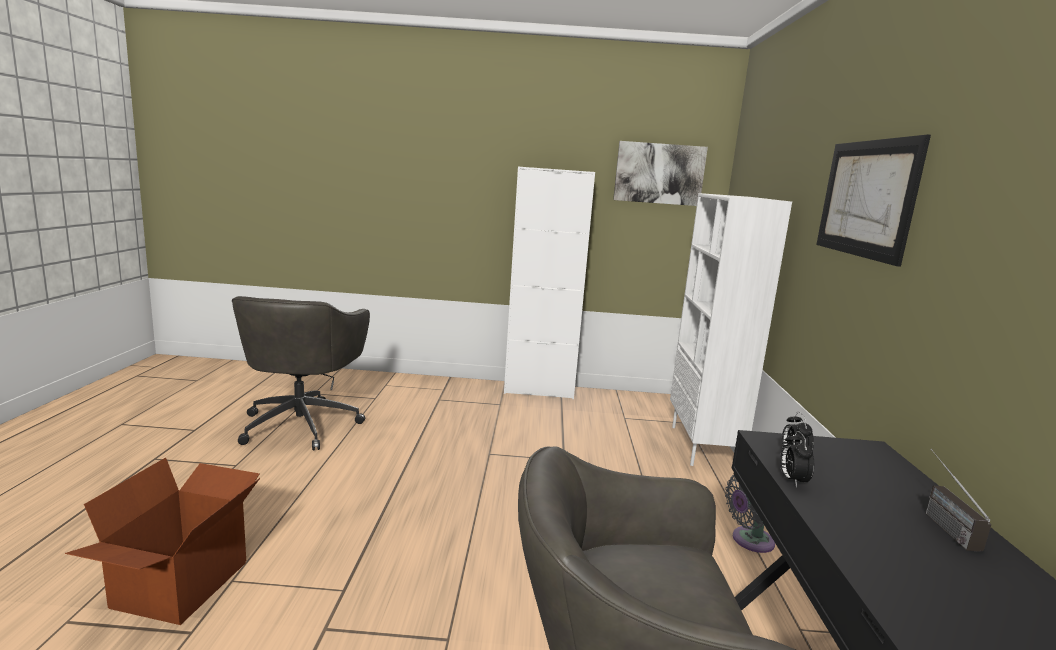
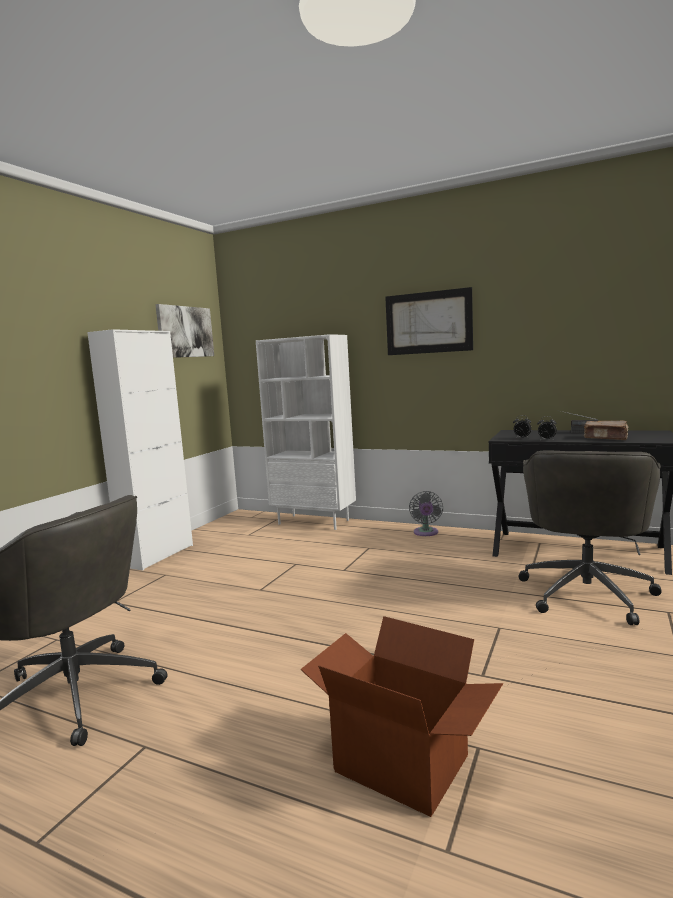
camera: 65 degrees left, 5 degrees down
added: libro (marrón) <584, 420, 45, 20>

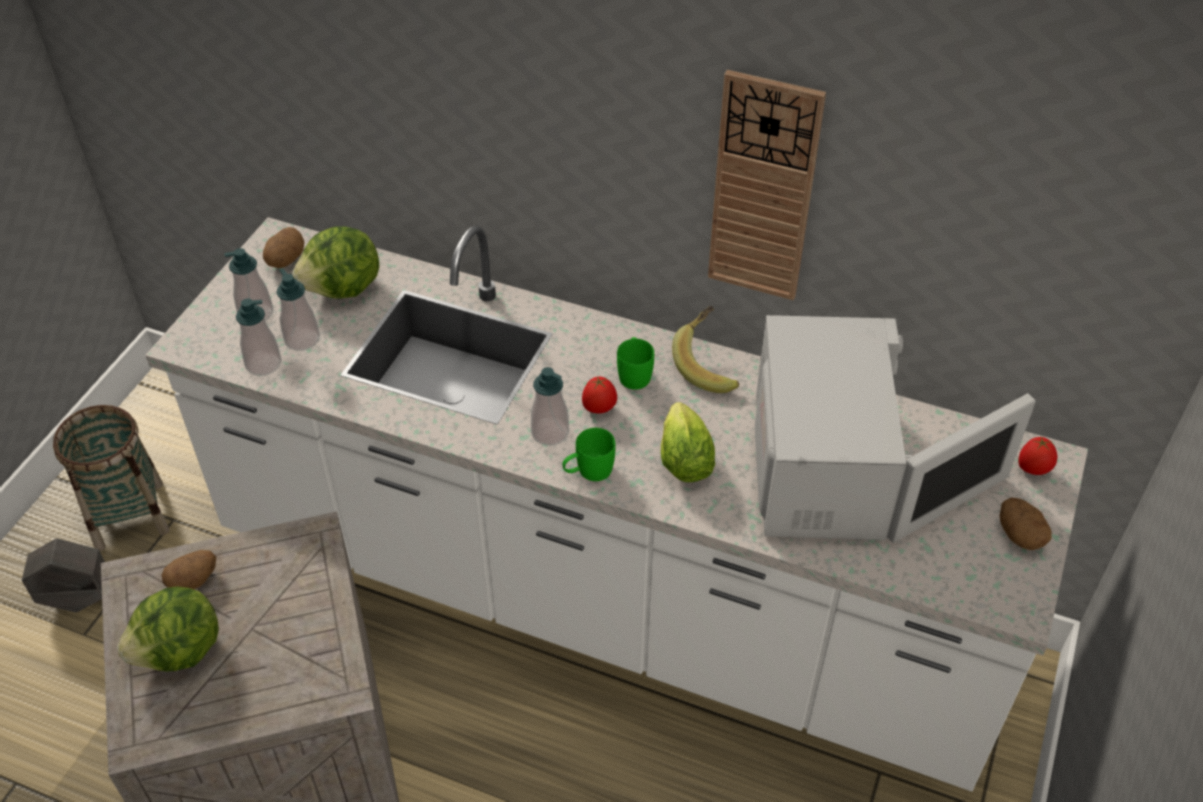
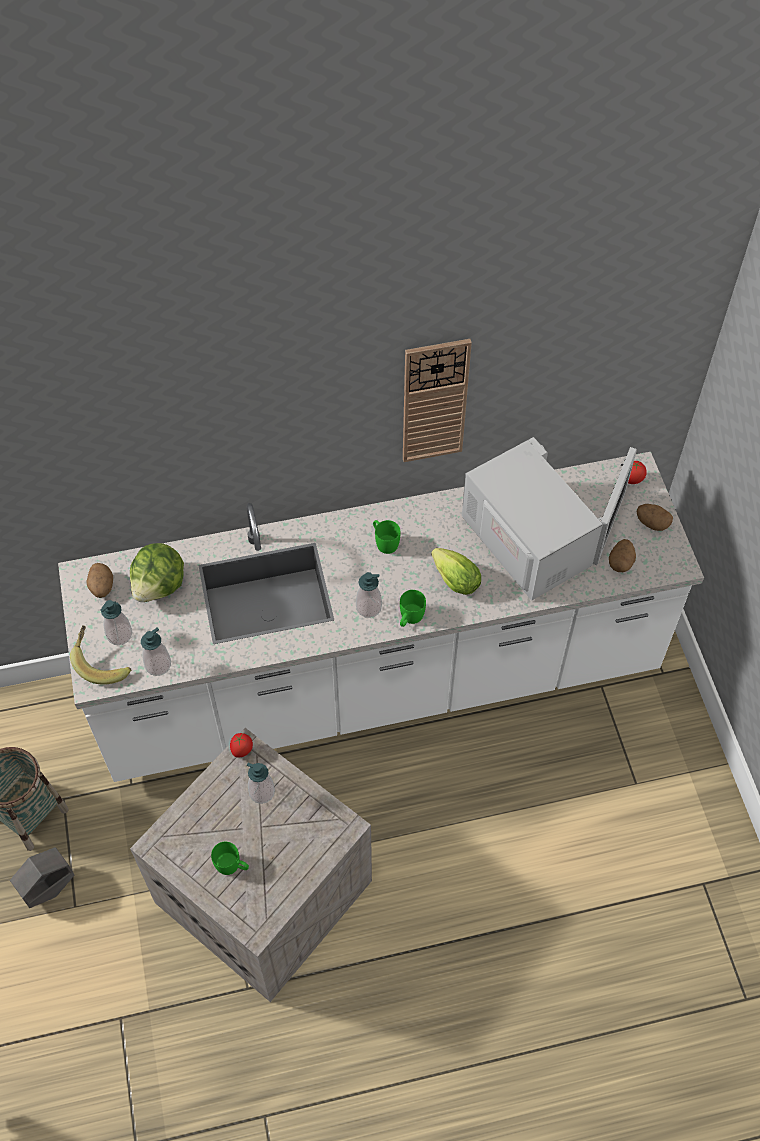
camera: 35 degrees left, 10 degrees up
moved: patata <162, 550, 54, 39> to <609, 539, 27, 33>; dispensador de jabón <276, 269, 44, 82> to <247, 763, 28, 41>; tomate <582, 376, 35, 38> to <230, 733, 23, 25>; plátano <672, 306, 67, 87> to <70, 625, 61, 60>
replaced: lechuga <117, 586, 102, 86> to taza grande (verde) <211, 842, 38, 33>

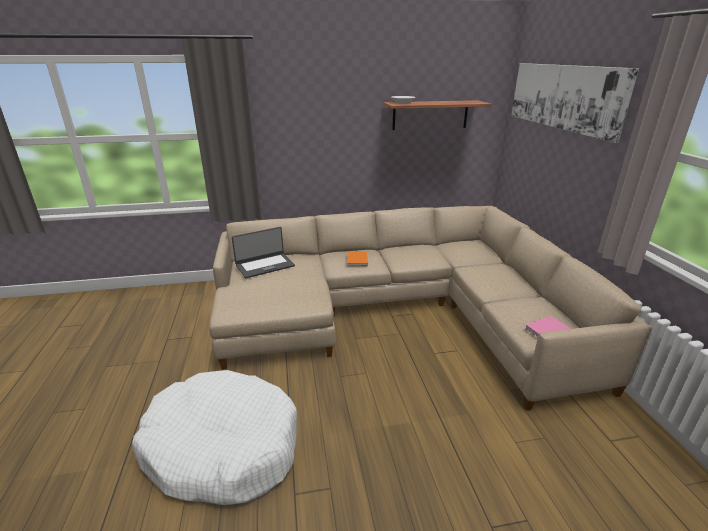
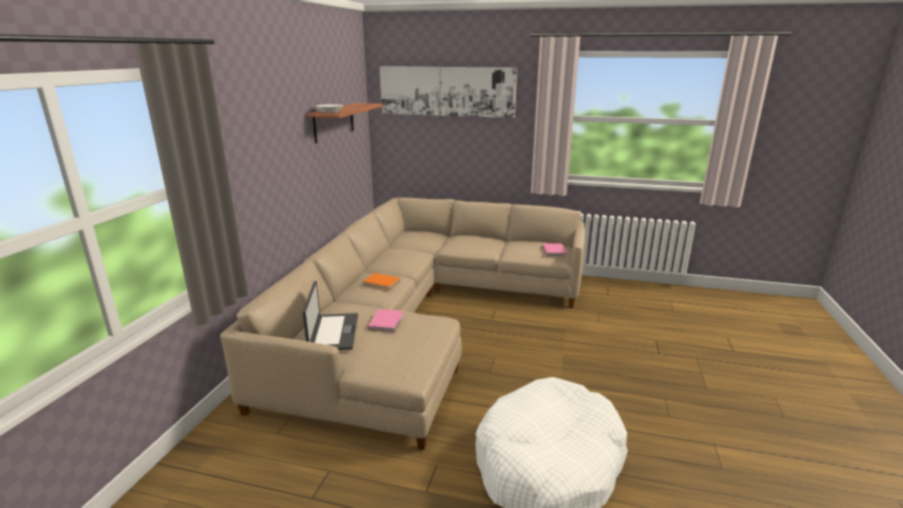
camera: 65 degrees left, 5 degrees down
added: libro (rosa) <368, 309, 36, 23>

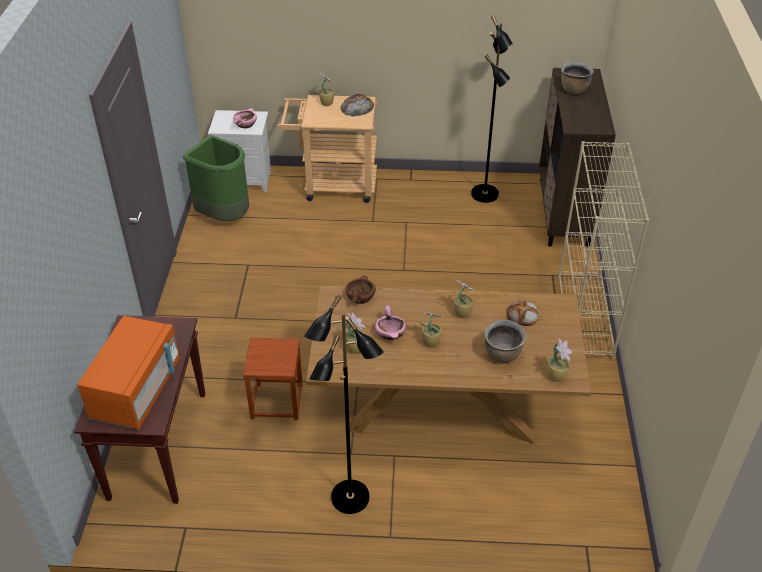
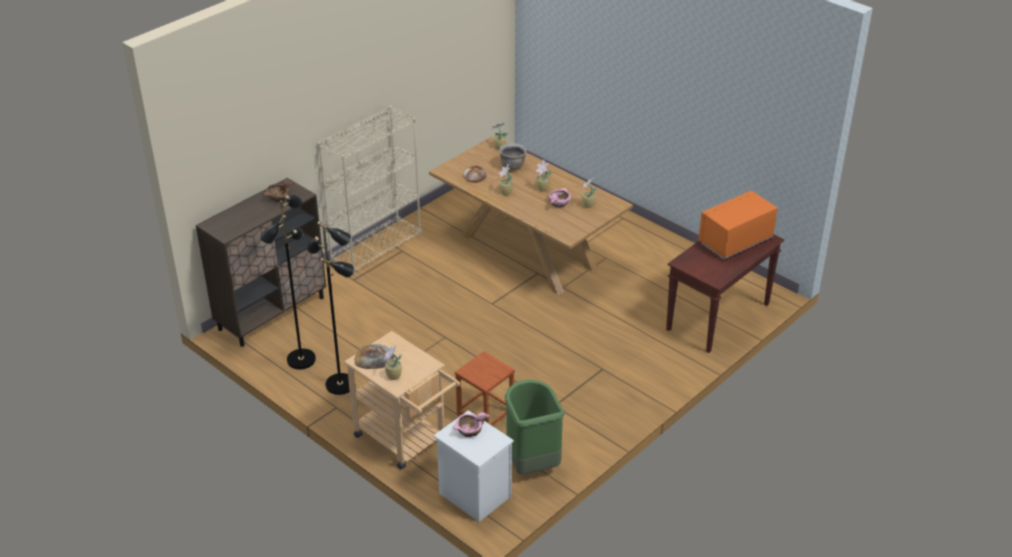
camera: 140 degrees left, 5 degrees down
removed: olla (marrón) <561, 62, 33, 32>
moved: taburete (marrón) <243, 338, 60, 82> to <455, 351, 60, 75>; lámpara de pie (negro) <304, 295, 80, 219> to <307, 221, 47, 174>; cuenco (marrón) <345, 275, 31, 29> to <264, 180, 31, 22>

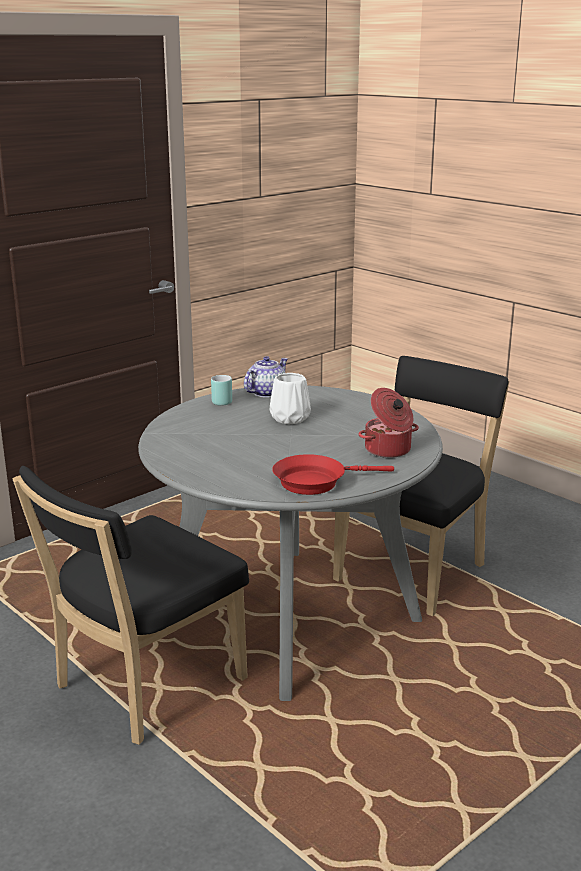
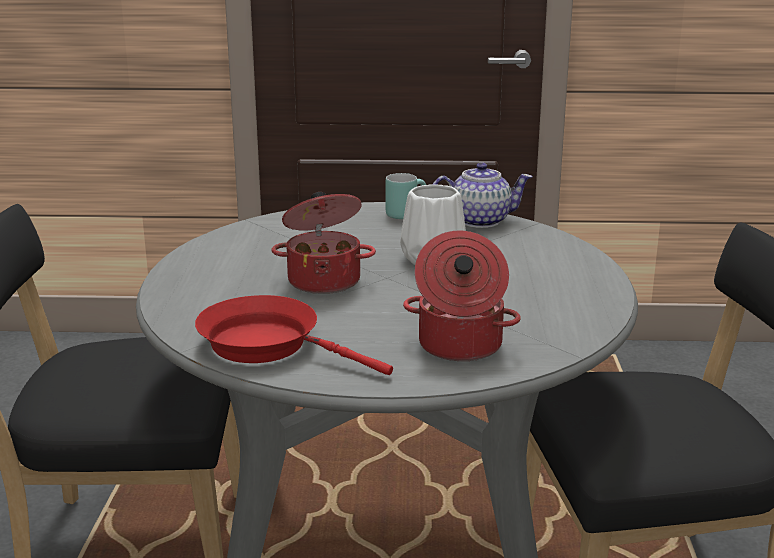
camera: 45 degrees right, 0 degrees up
added: olla <271, 192, 105, 102>

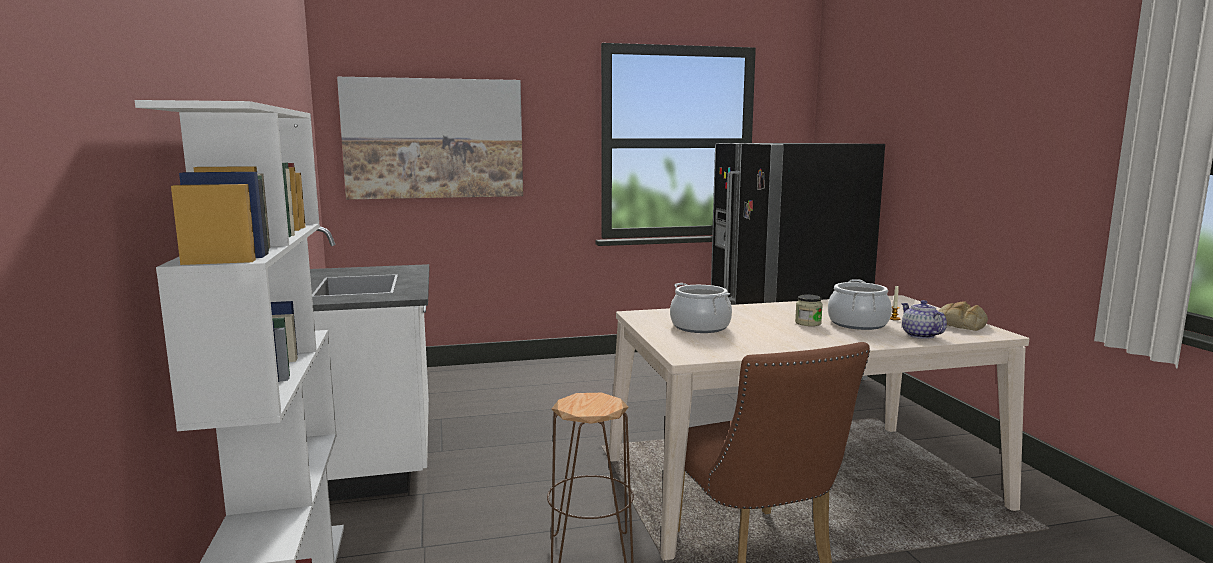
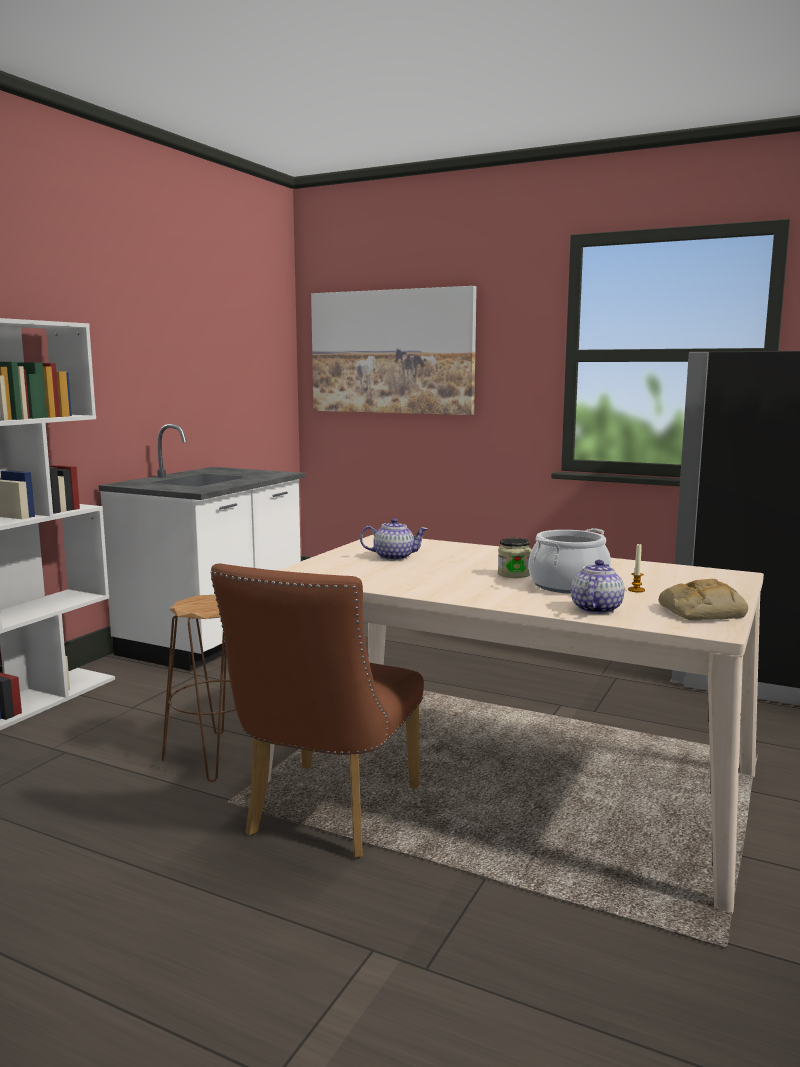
camera: 40 degrees right, 0 degrees up
replaced: olla <670, 283, 62, 50> to tetera <360, 518, 68, 43>

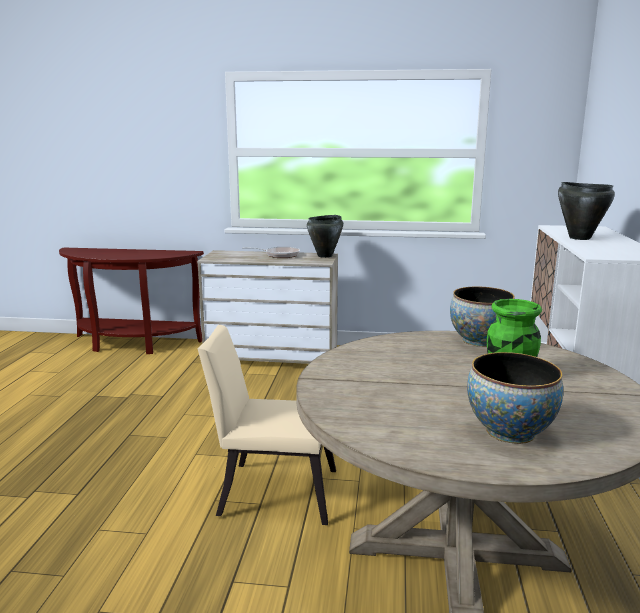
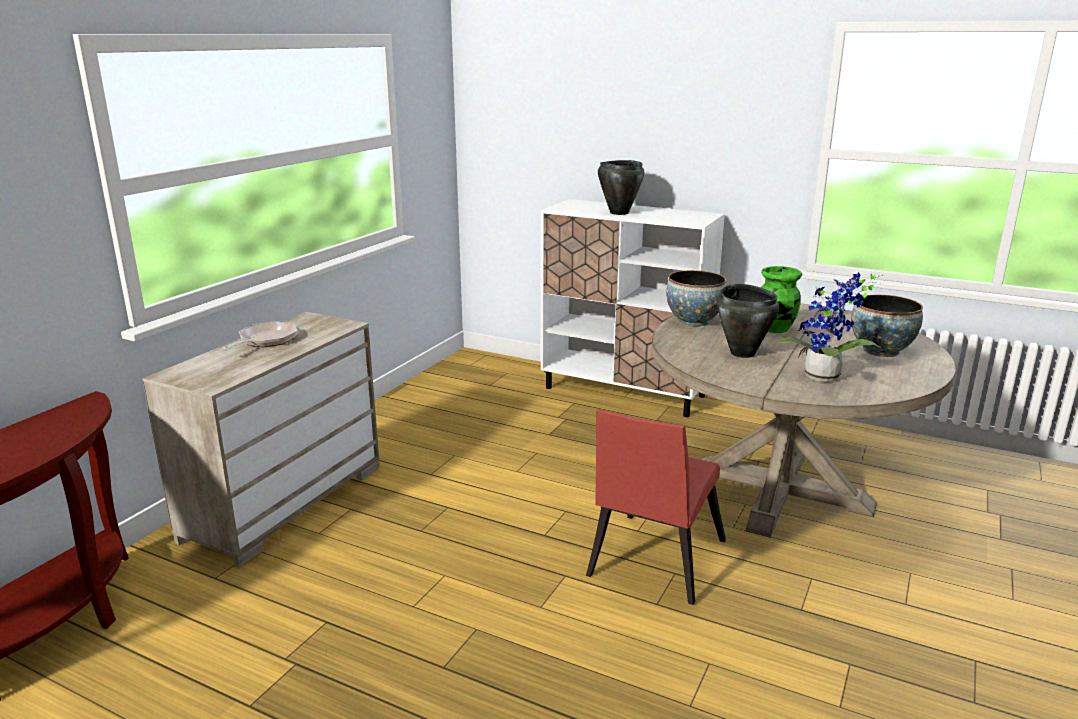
camera: 70 degrees left, 5 degrees up
added: planta en maceta <776, 272, 108, 110>
moved: olla (negro) <307, 215, 36, 43> to <717, 284, 62, 74>
recoloured: silla (beis) <197, 325, 139, 200> to silla (rojo) <586, 409, 140, 196>

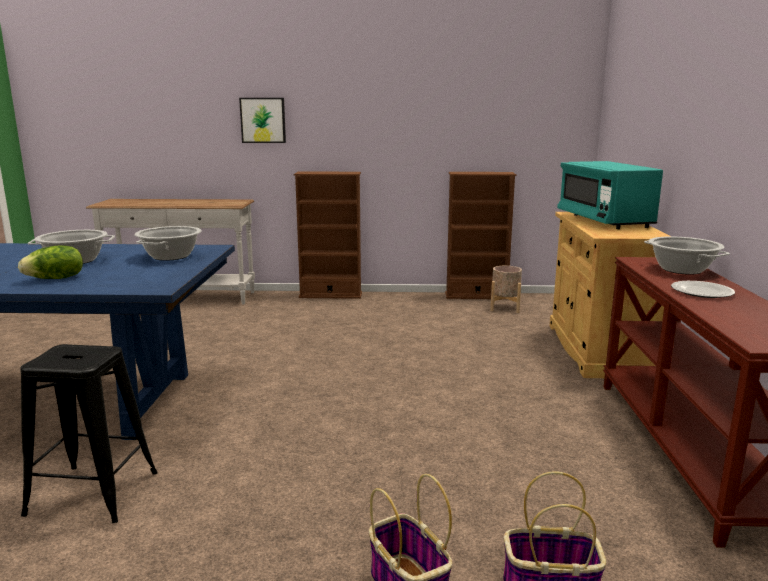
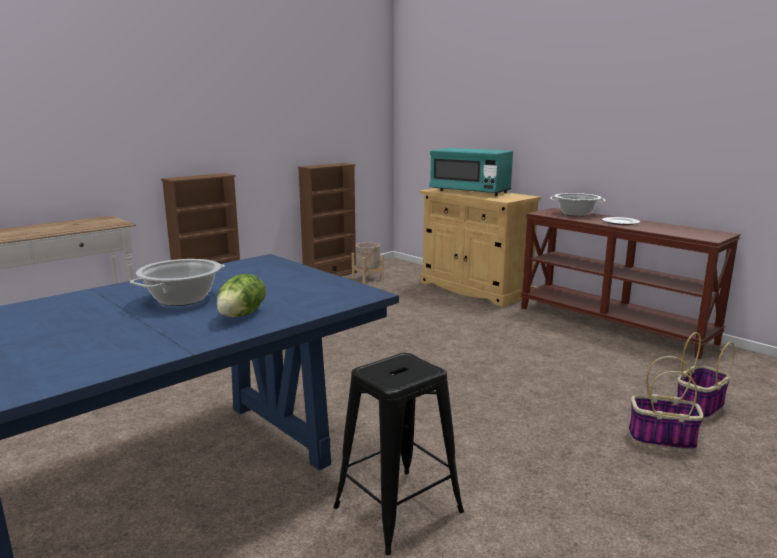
camera: 45 degrees left, 0 degrees up
removed: olla <134, 226, 68, 35>; cuadro <239, 98, 47, 45>

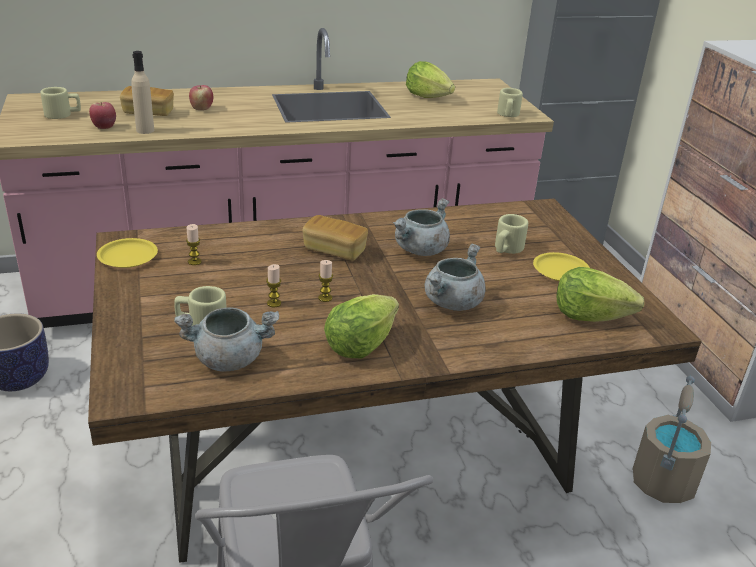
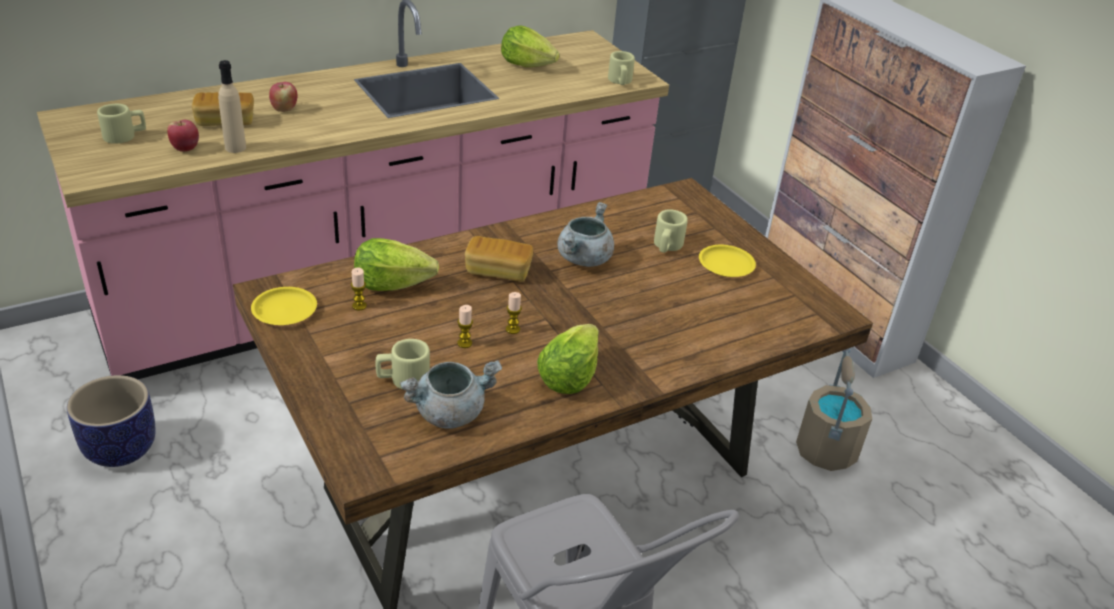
camera: 15 degrees left, 5 degrees up
removed: olla (gris) <425, 244, 61, 67>
moved: lechuga <557, 267, 87, 55> to <354, 238, 85, 53>

